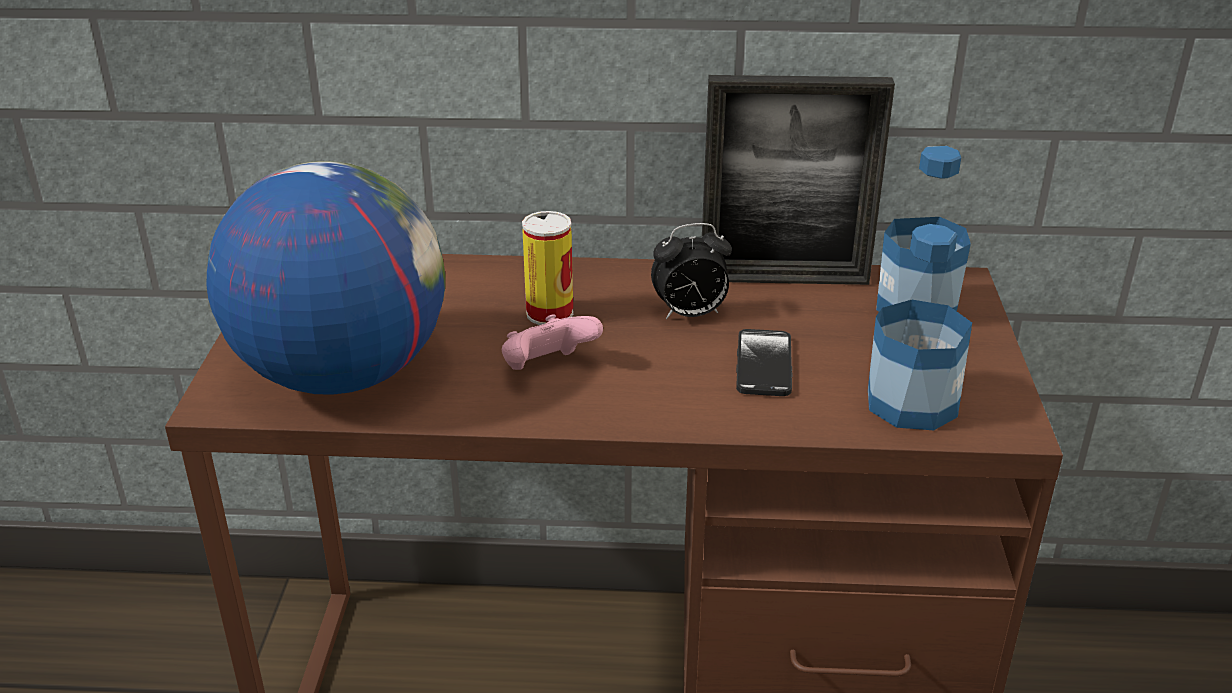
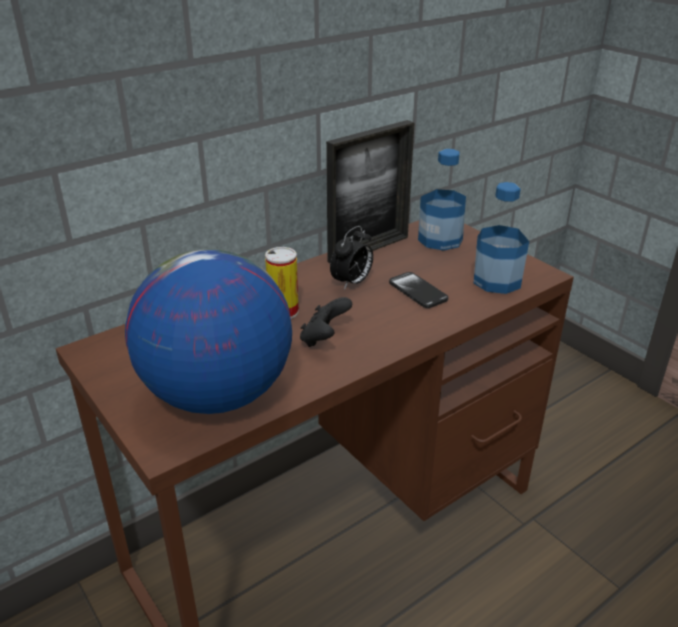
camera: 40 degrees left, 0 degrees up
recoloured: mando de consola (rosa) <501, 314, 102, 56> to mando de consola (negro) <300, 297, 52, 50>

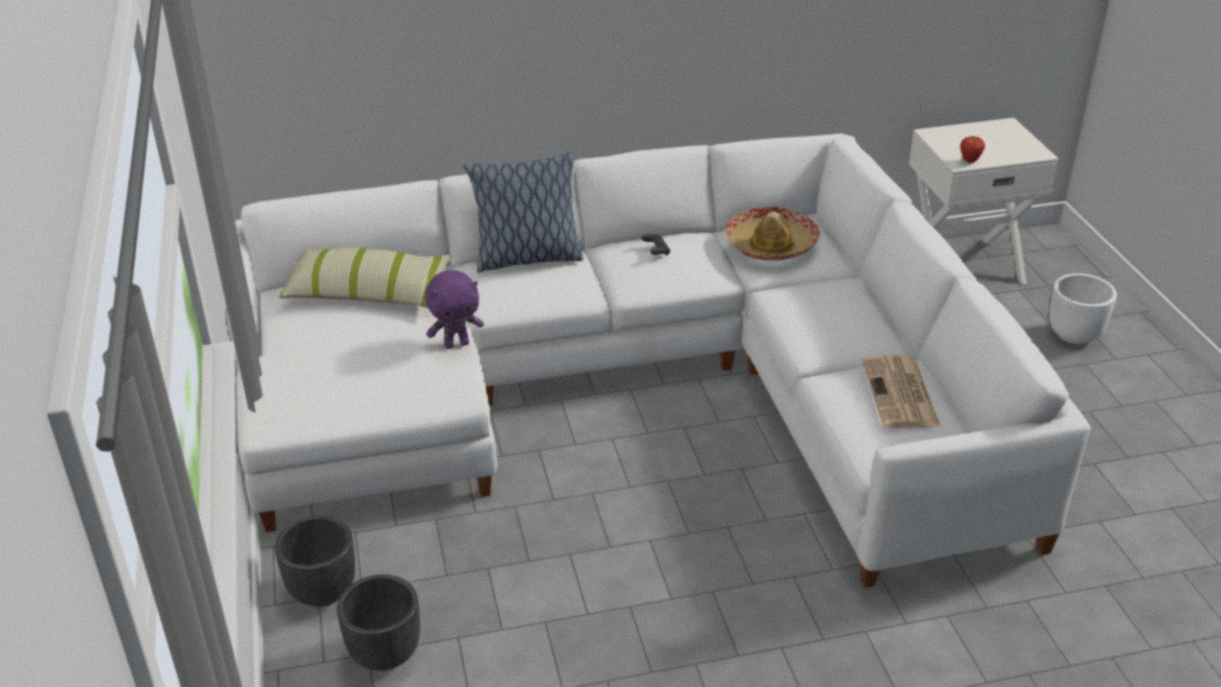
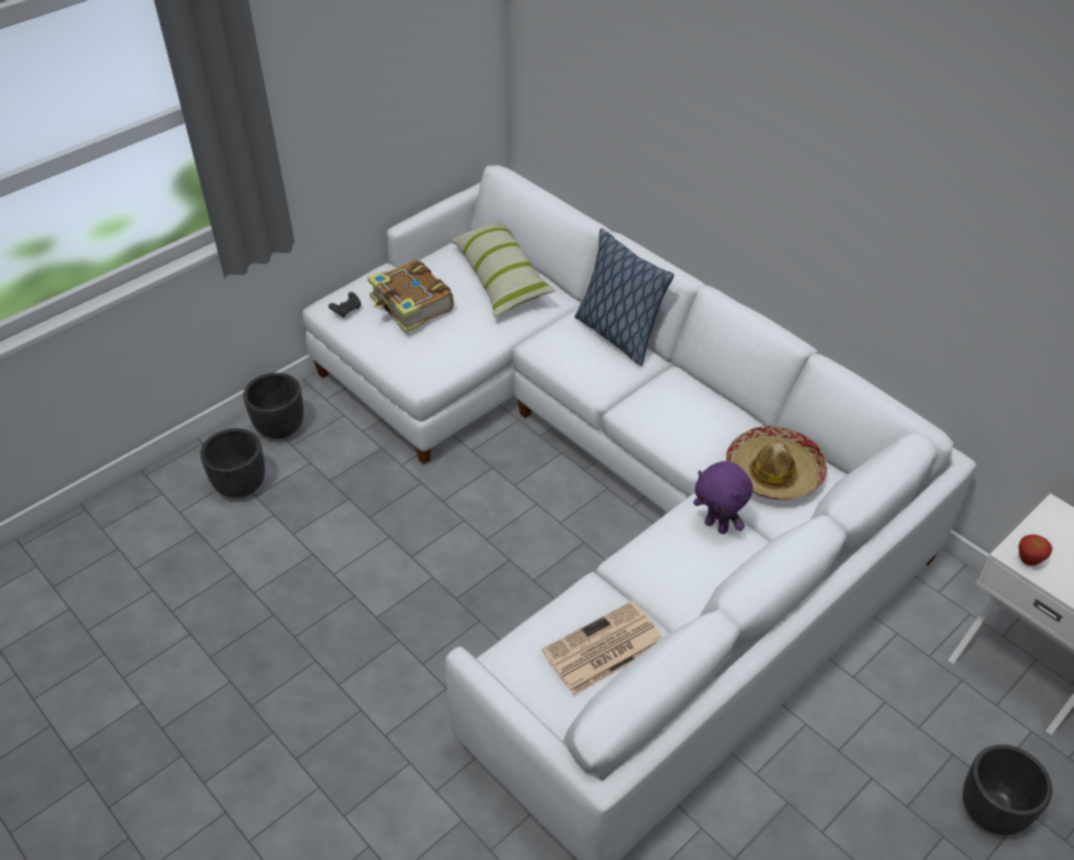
camera: 60 degrees right, 10 degrees up
added: libro <367, 260, 87, 73>
moved: peluche (morado) <425, 270, 59, 79> to <693, 461, 60, 73>; mando de consola (negro) <641, 234, 29, 22> to <329, 292, 32, 26>
recoloured: maceta (blanco) <1050, 273, 67, 71> to maceta (negro) <963, 744, 89, 91>

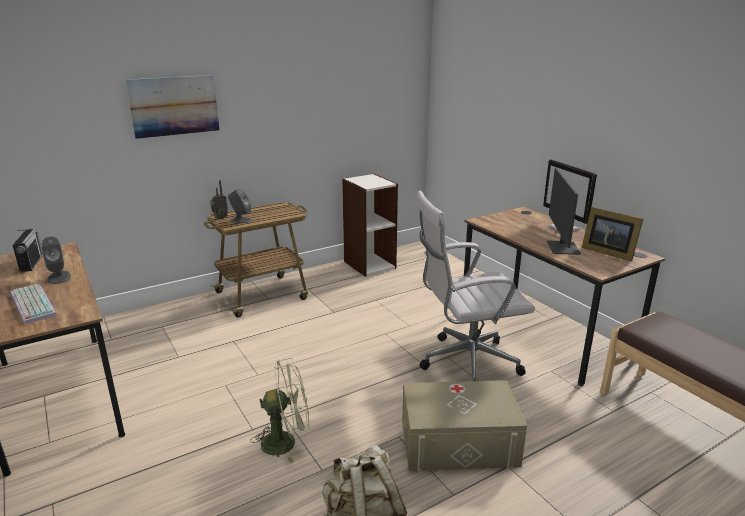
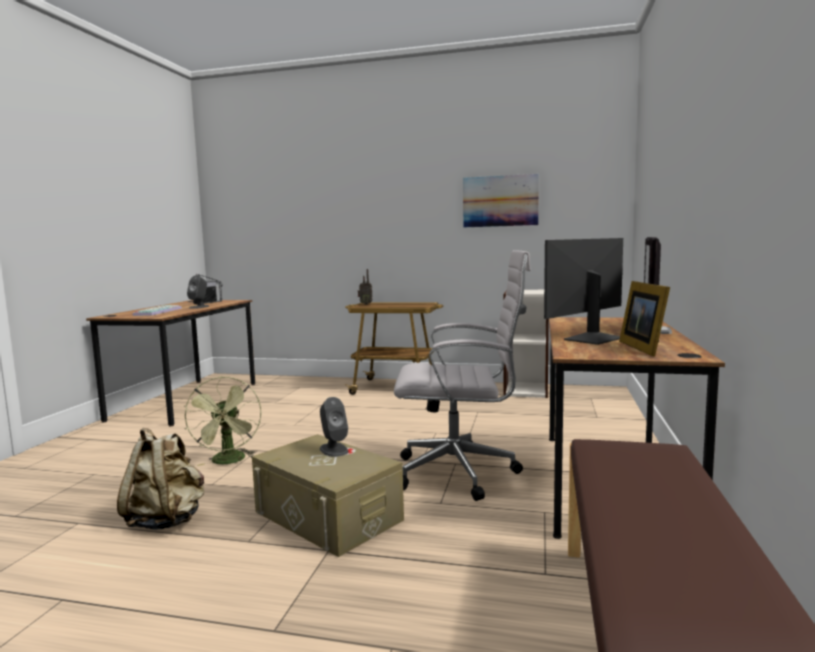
camera: 45 degrees right, 15 degrees down
moved: cuadro <126, 75, 93, 64> to <463, 174, 76, 53>; altavoz (gris) <228, 188, 24, 35> to <320, 397, 29, 60>
turned: ventilador (verde) <251, 358, 58, 106> = <184, 377, 78, 89> 45 degrees clockwise; silla de oficina (blanco) <416, 191, 119, 190> = <394, 250, 137, 251> 150 degrees clockwise

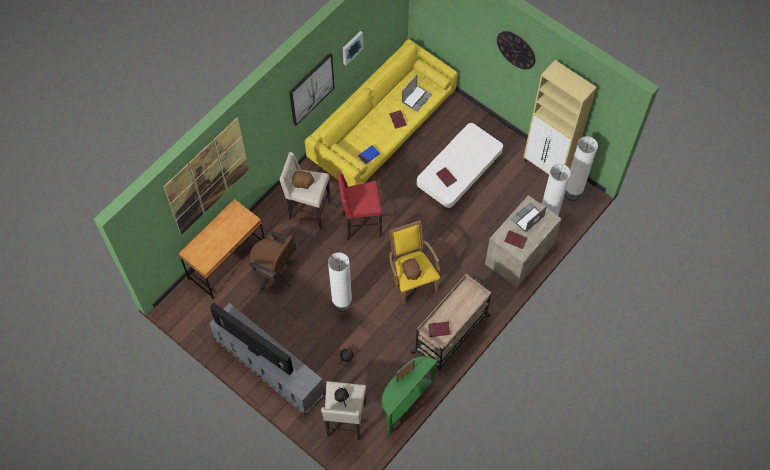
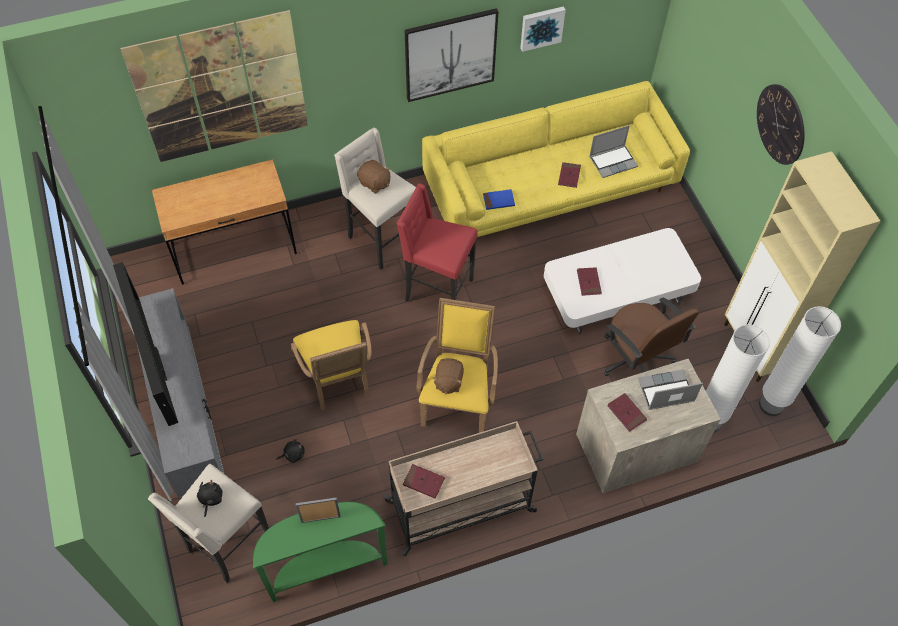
camera: 30 degrees right, 5 degrees down
moved: silla de oficina (marrón) <249, 232, 47, 58> to <604, 298, 95, 78>
replaced: lámpara de pie (blanco) <328, 253, 24, 59> to sillón (amarillo) <291, 320, 81, 90>

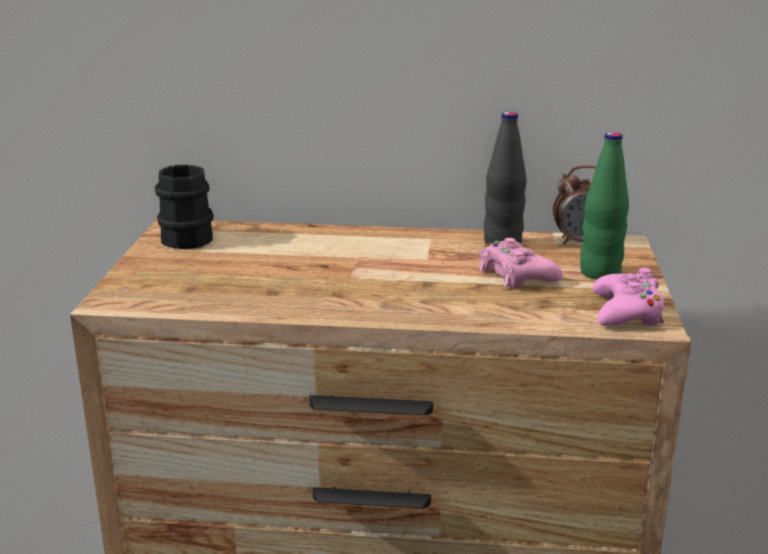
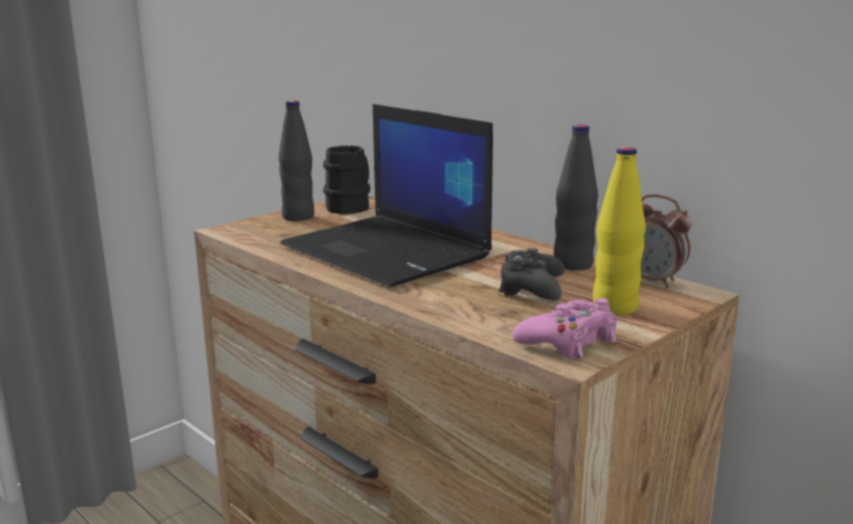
camera: 40 degrees right, 5 degrees down
added: botella (negro) <279, 100, 35, 121>; portátil <280, 104, 213, 183>
recoloured: mando de consola (rosa) <478, 238, 85, 50> to mando de consola (negro) <498, 248, 67, 52>; botella (verde) <580, 132, 49, 147> to botella (amarillo) <593, 147, 53, 168>

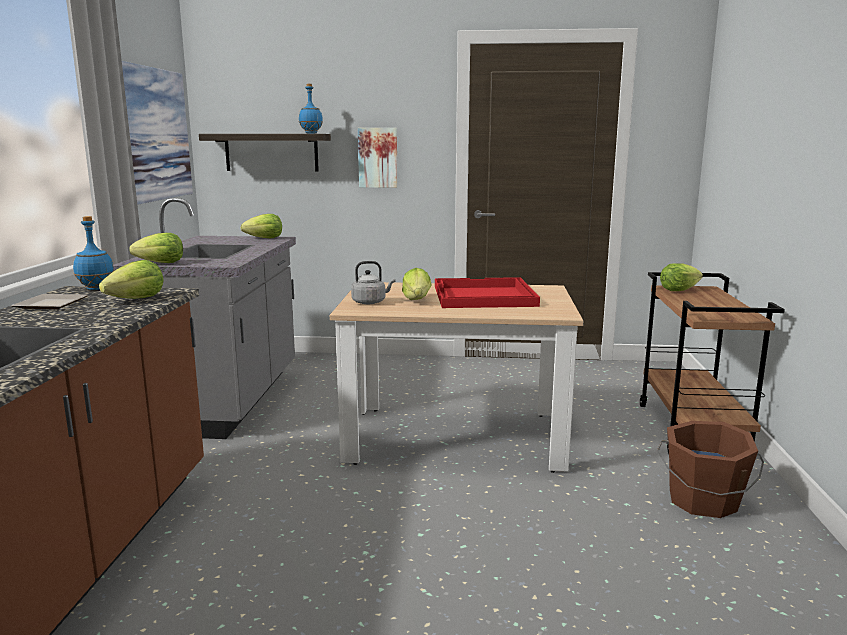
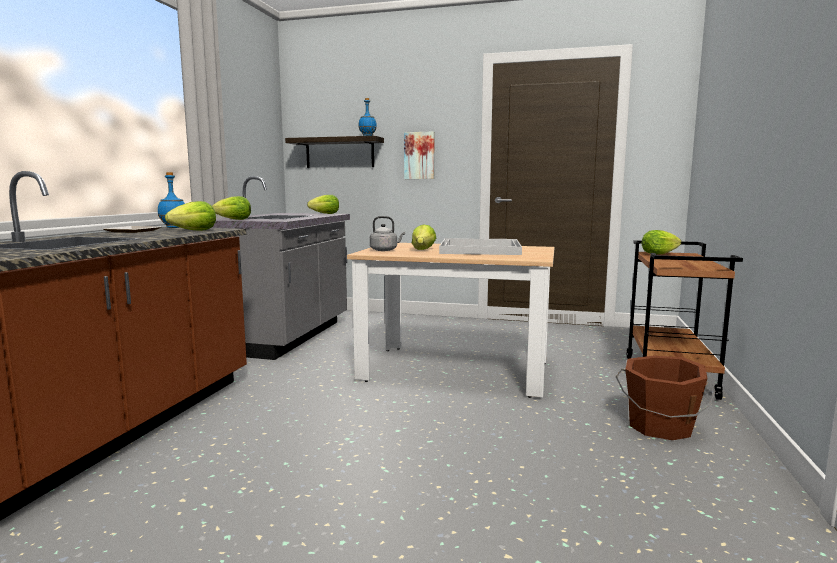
camera: 10 degrees right, 5 degrees down
removed: cuadro <122, 61, 71, 144>
recoloured: bandeja (rojo) <435, 277, 105, 31> to bandeja (blanco) <439, 238, 83, 17>

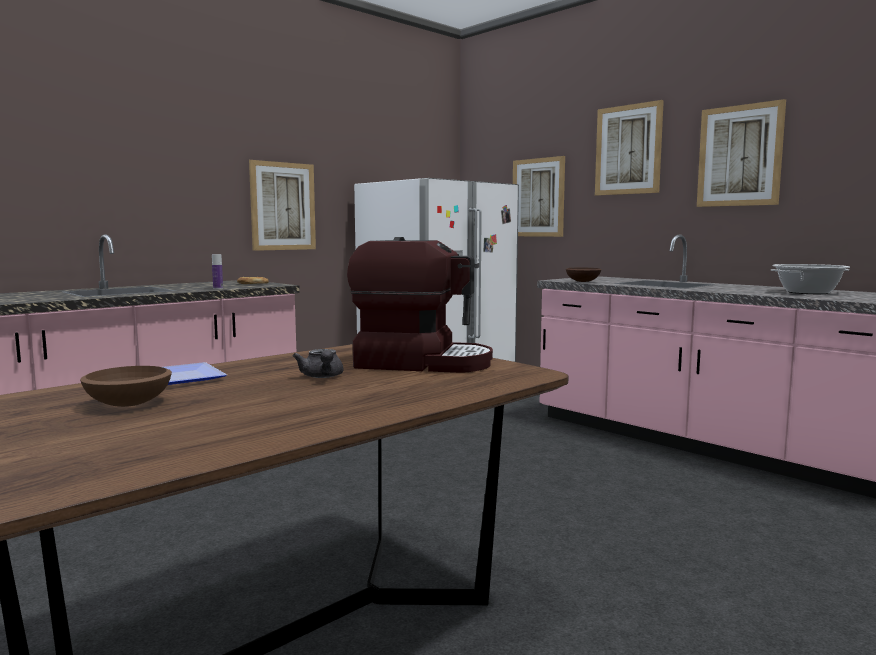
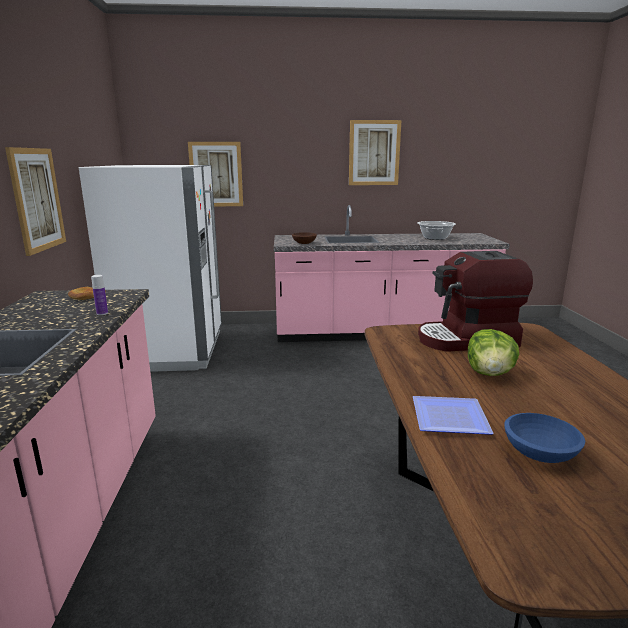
camera: 50 degrees left, 10 degrees up
removed: cuadro <595, 100, 69, 95>
replaced: tetera (gris) <293, 349, 50, 29> to lechuga <468, 329, 51, 47>
recoloured: cuenco (marrón) <80, 366, 92, 41> to cuenco (azul) <504, 413, 81, 50>
turned: cafetera <347, 237, 146, 136> = <418, 251, 115, 101> 150 degrees counterclockwise

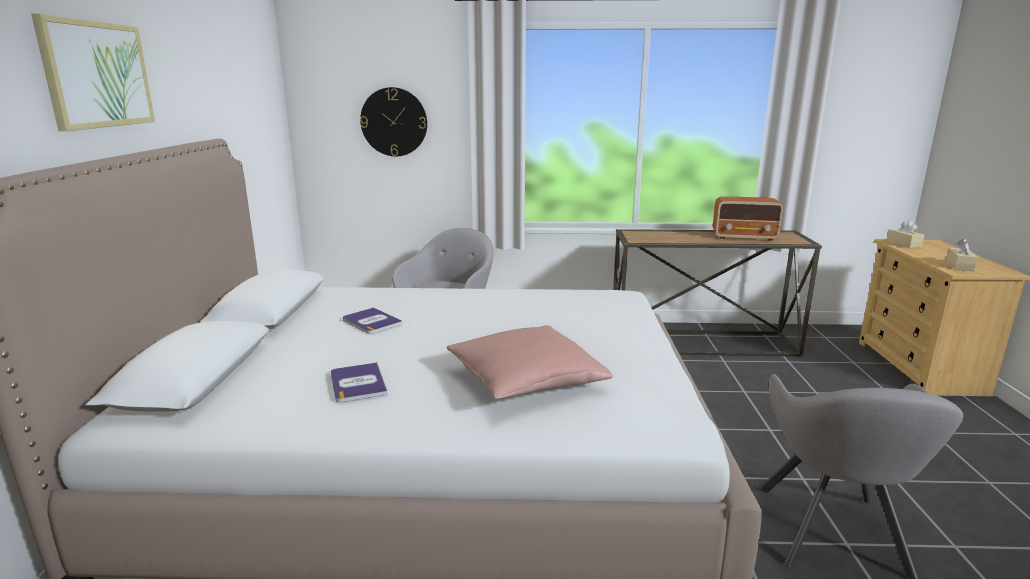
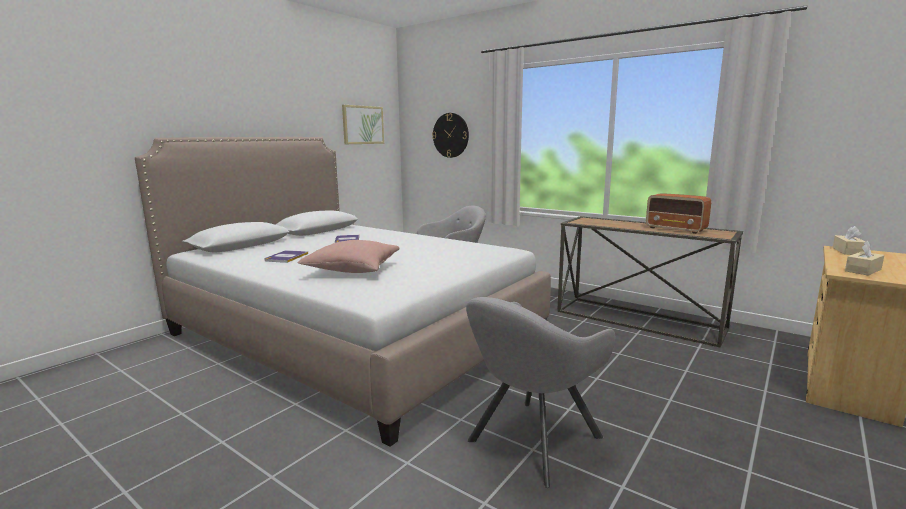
camera: 35 degrees right, 5 degrees down
moved: cuadro <31, 14, 124, 117> to <342, 105, 42, 39>

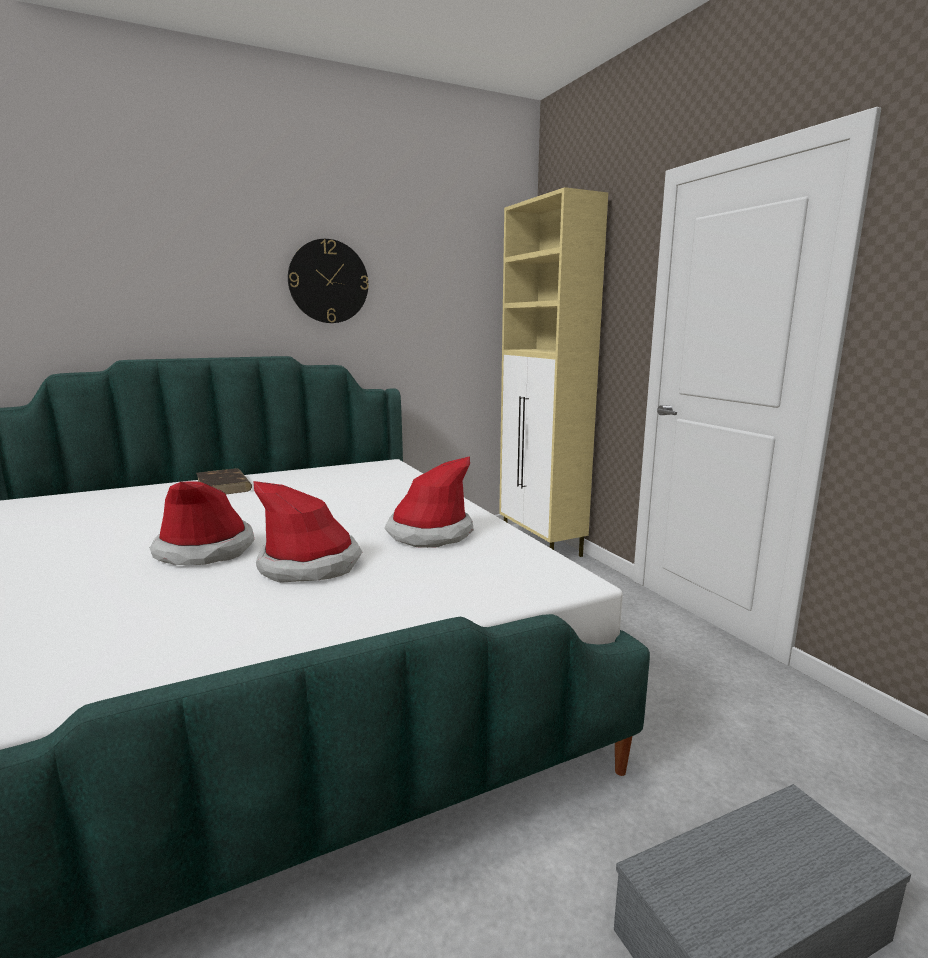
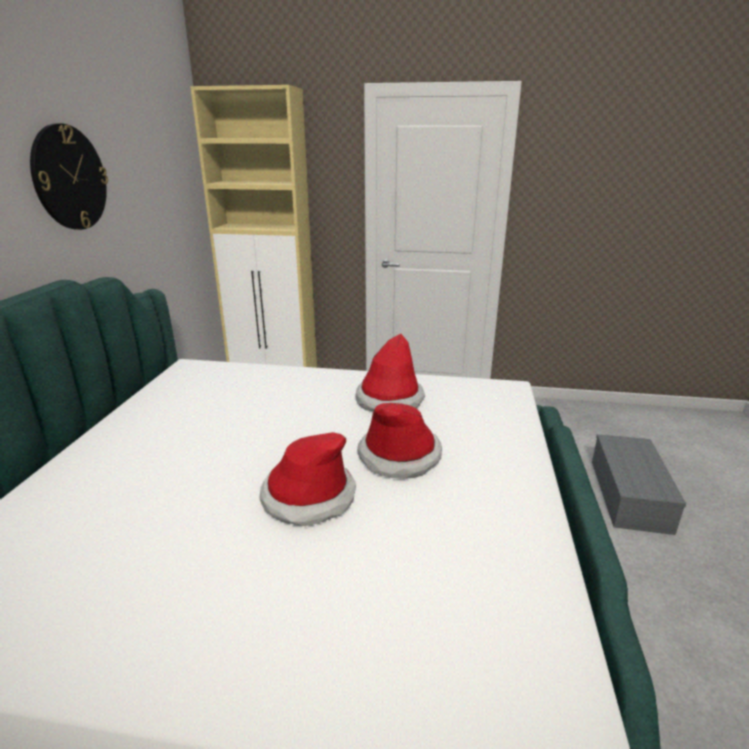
camera: 55 degrees left, 10 degrees up
removed: libro (marrón) <196, 468, 56, 26>

